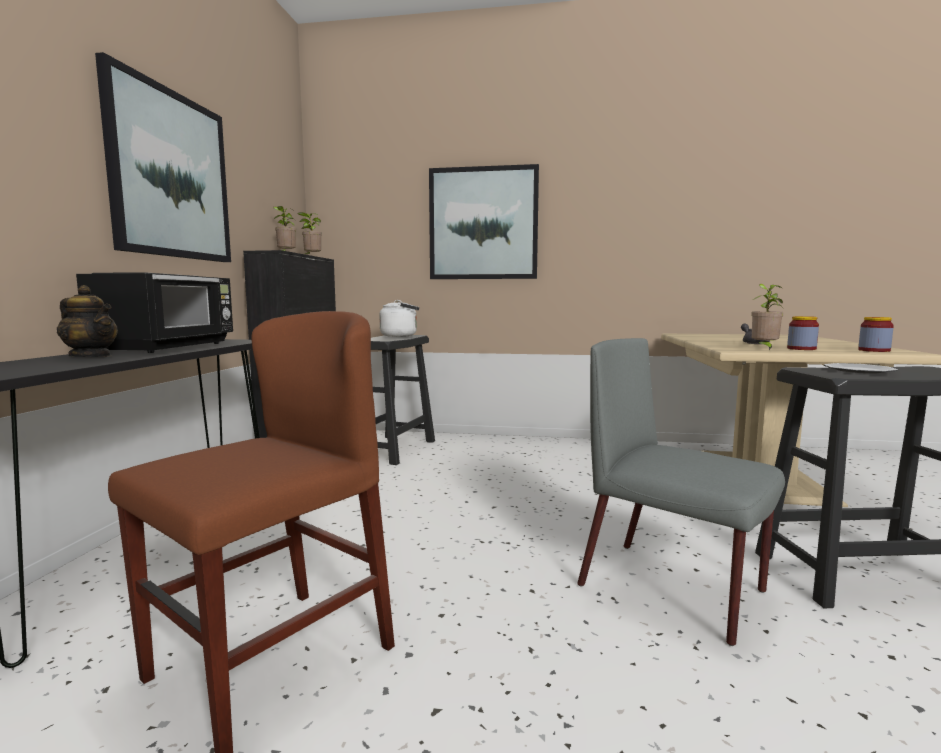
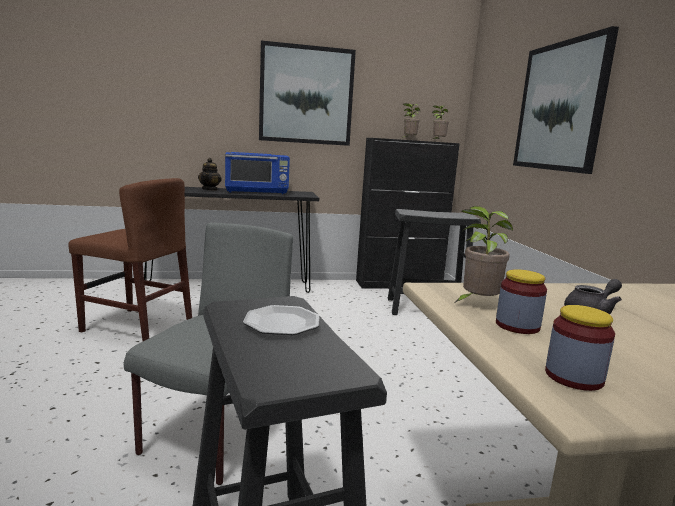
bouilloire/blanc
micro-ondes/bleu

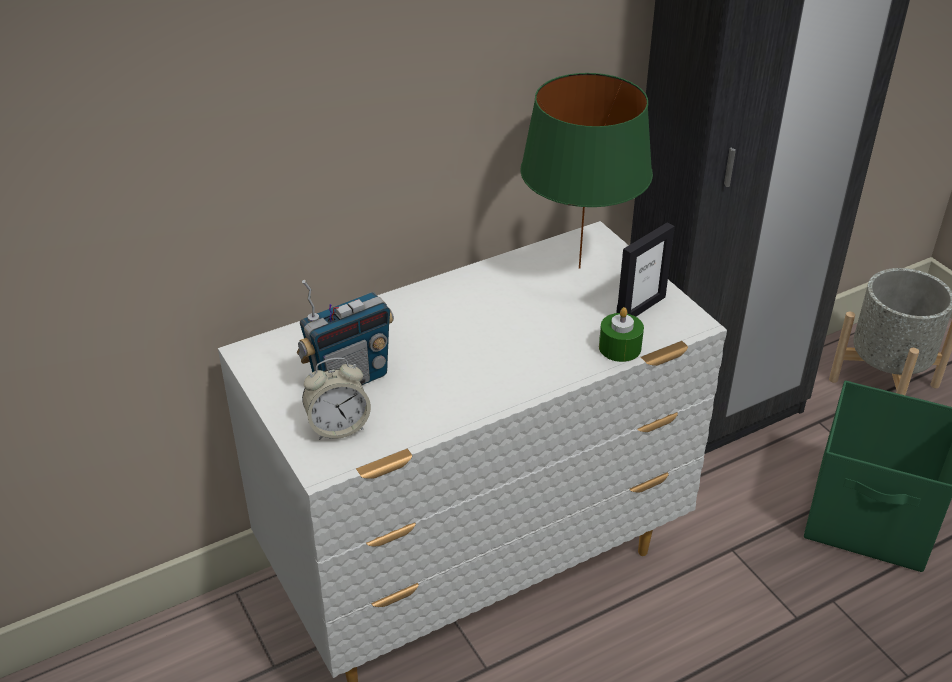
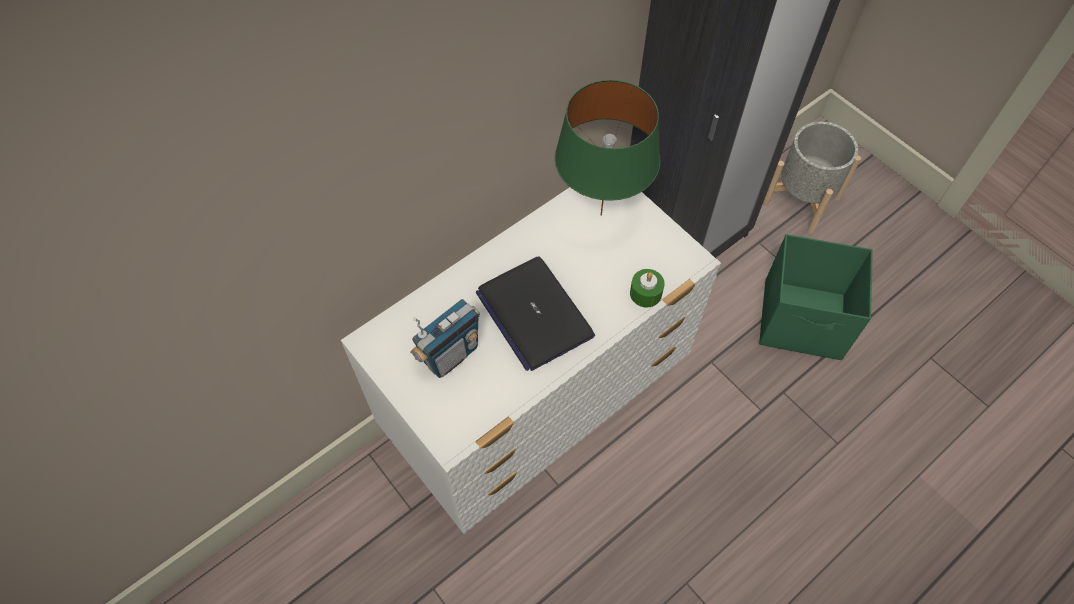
réveil
cadre photo
ordinateur portable

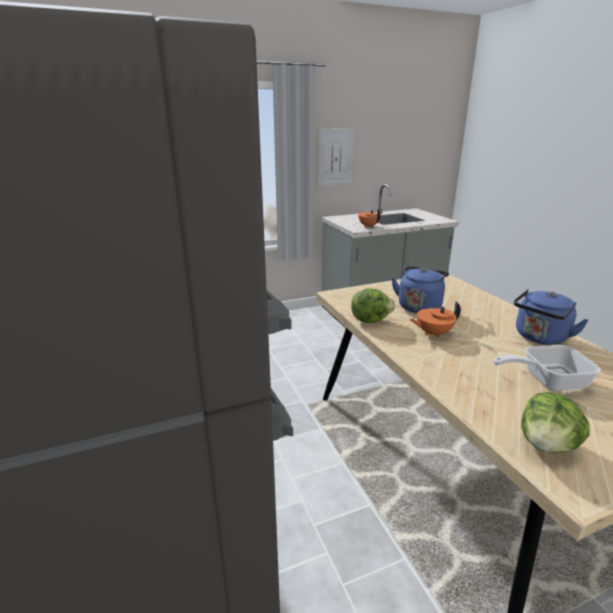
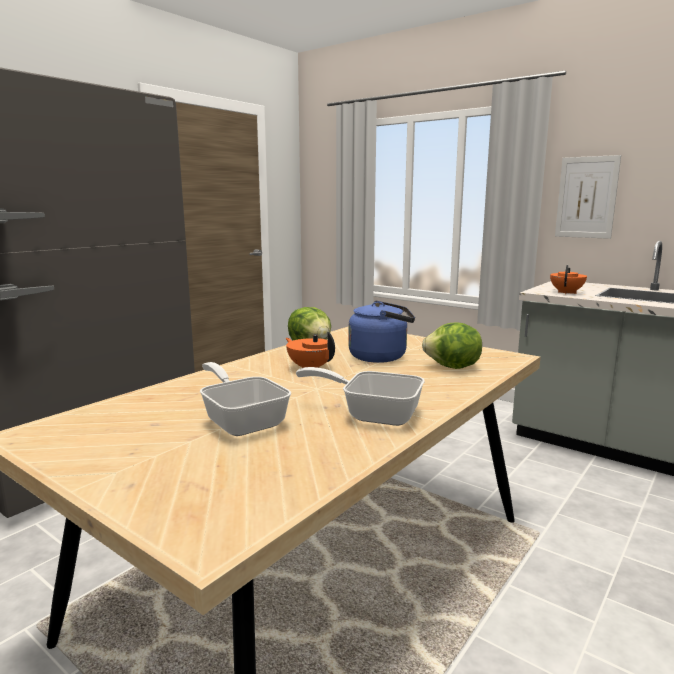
laitue (2nd from left)
poêle (2nd from left)

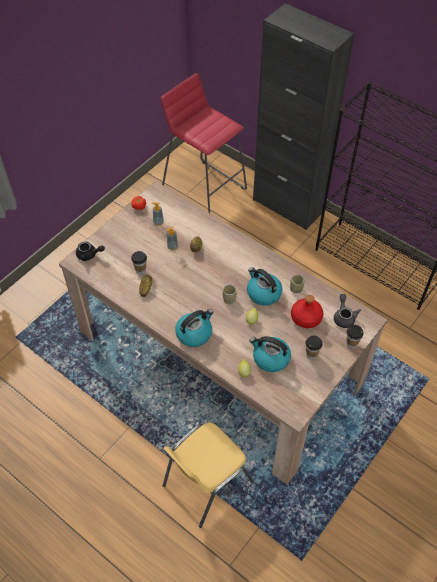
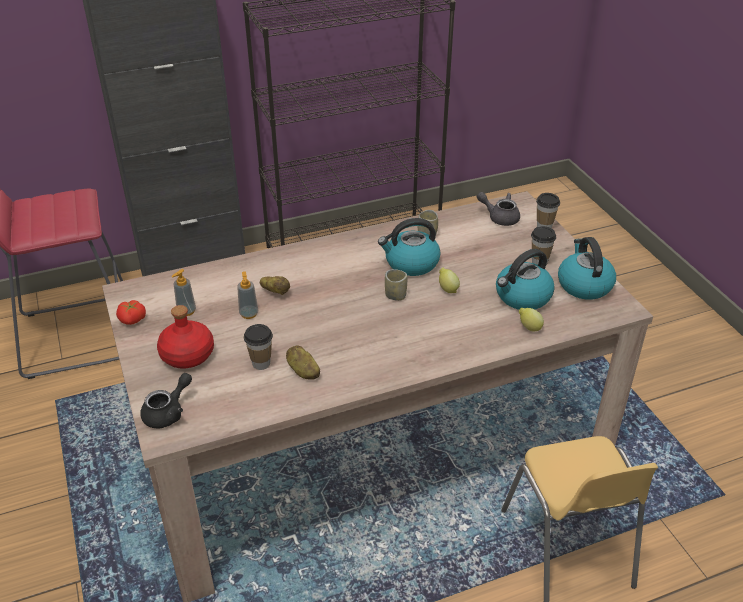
bouilloire (3rd from left)
bouteille/rouge

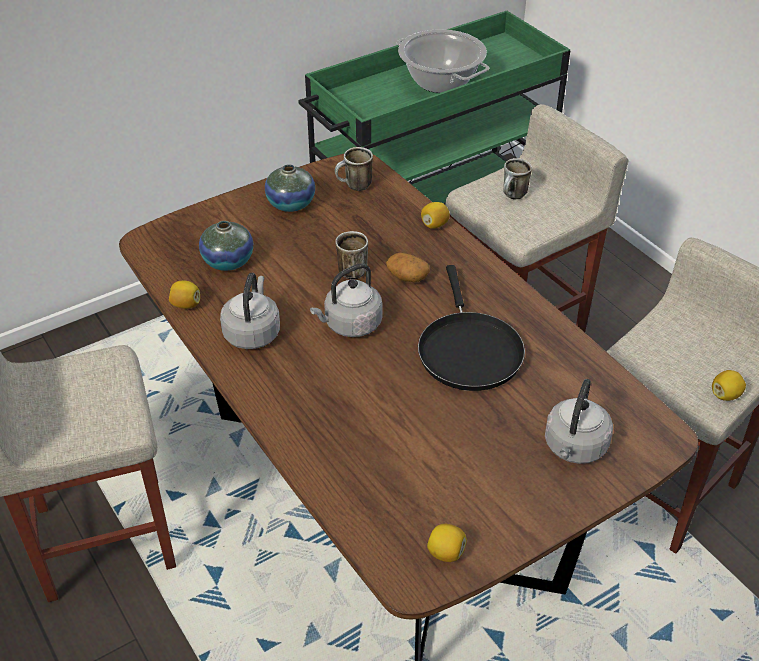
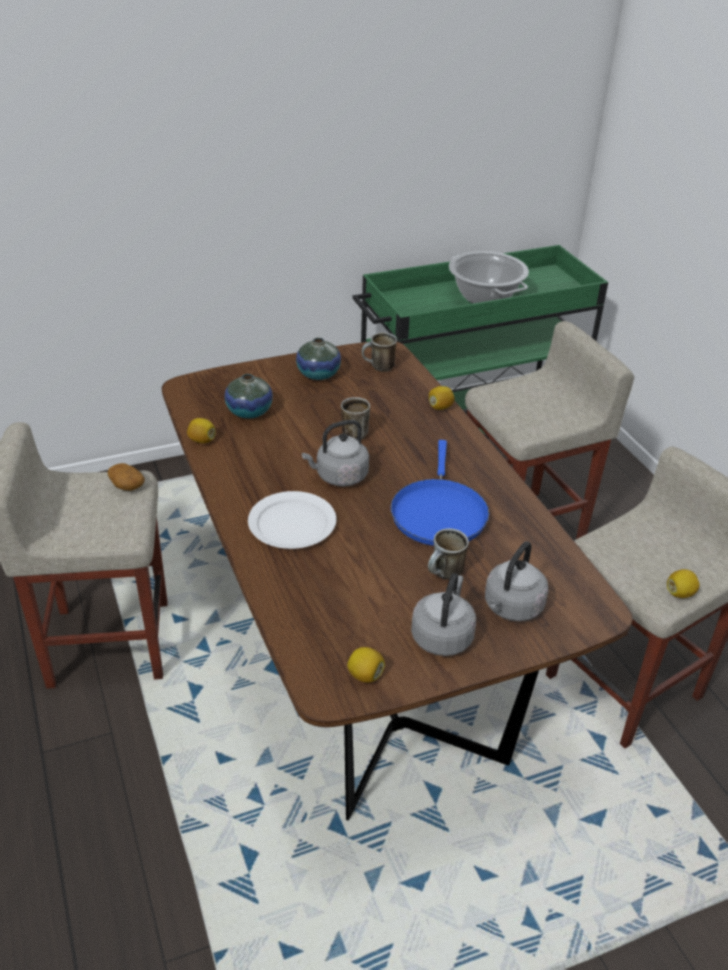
assiette/blanc
bouilloire/gris (2nd from left)
pomme de terre
mug (3rd from left)
poêle/bleu

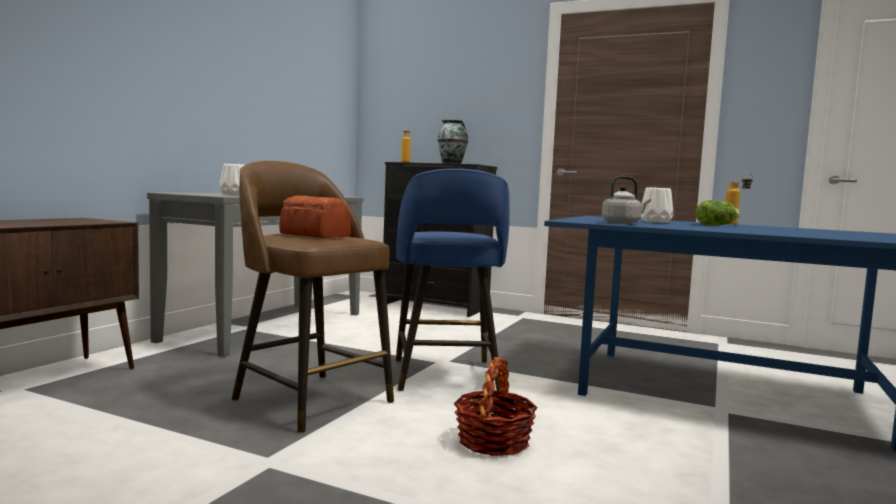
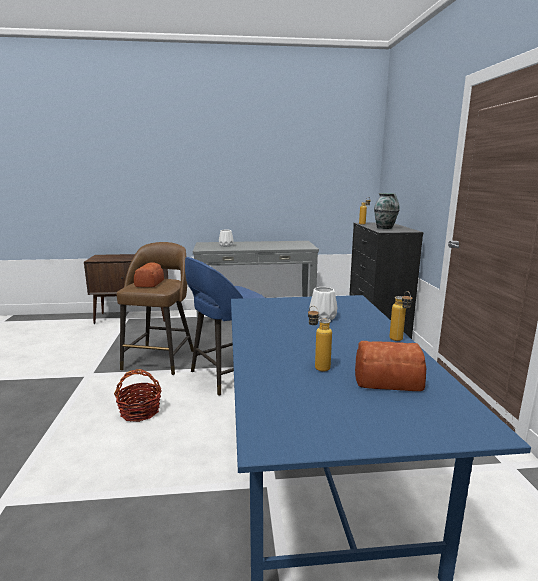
bouilloire/gris
laitue
bouteille (1st from left)
pain (2nd from left)

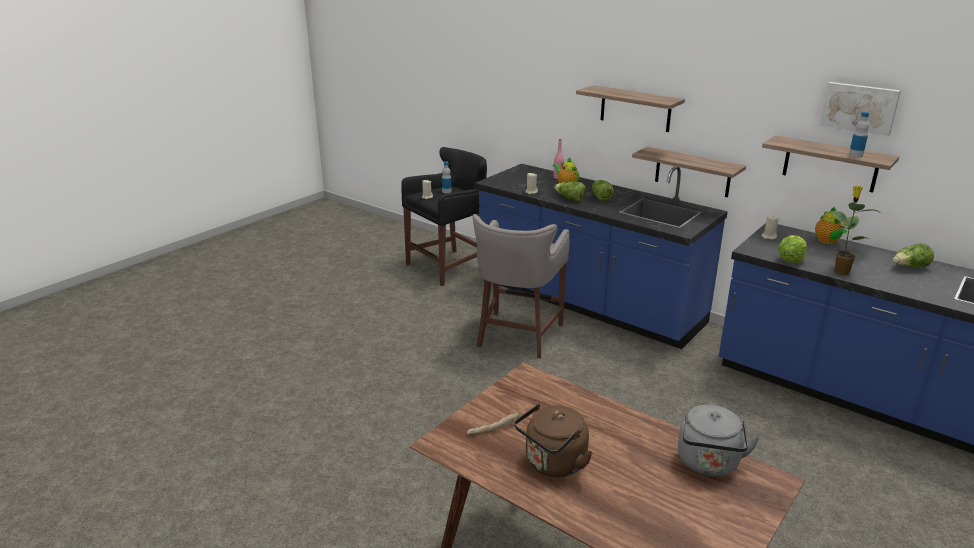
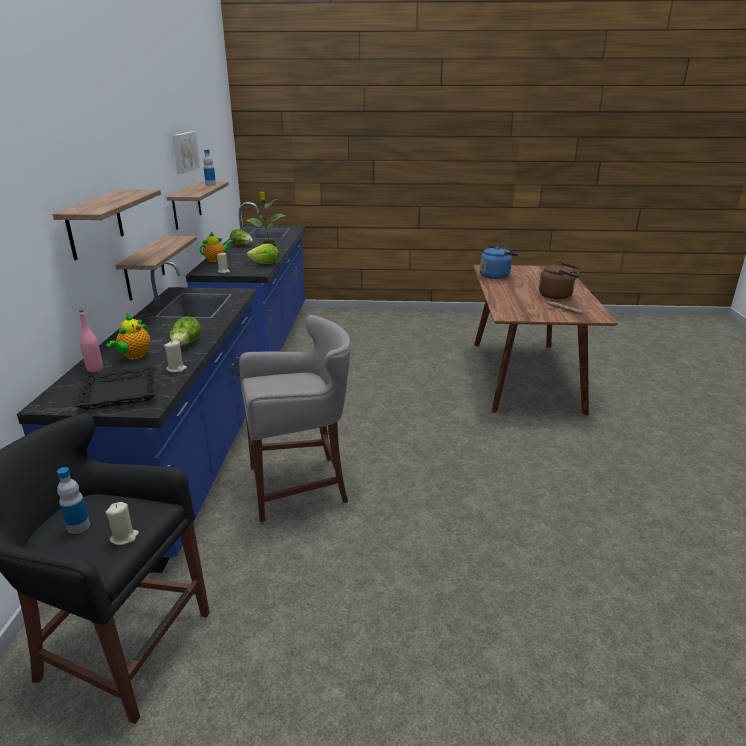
laitue (2nd from left in the first image)
plateau/noir
bouilloire/bleu

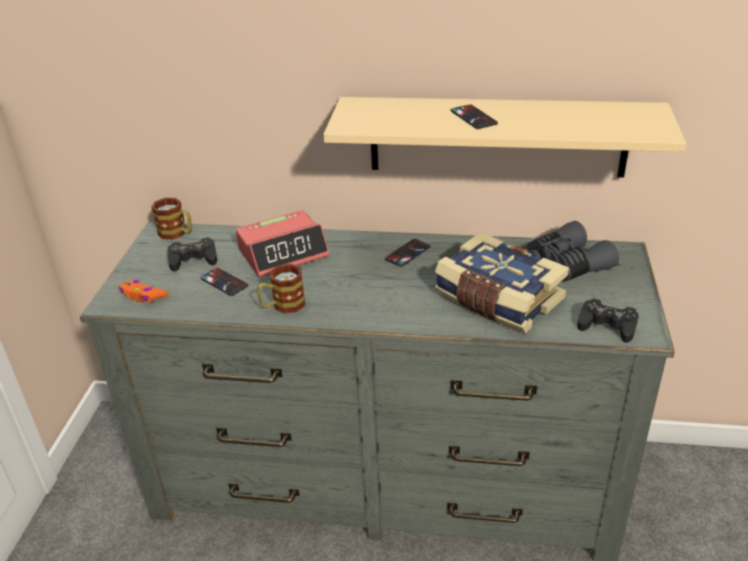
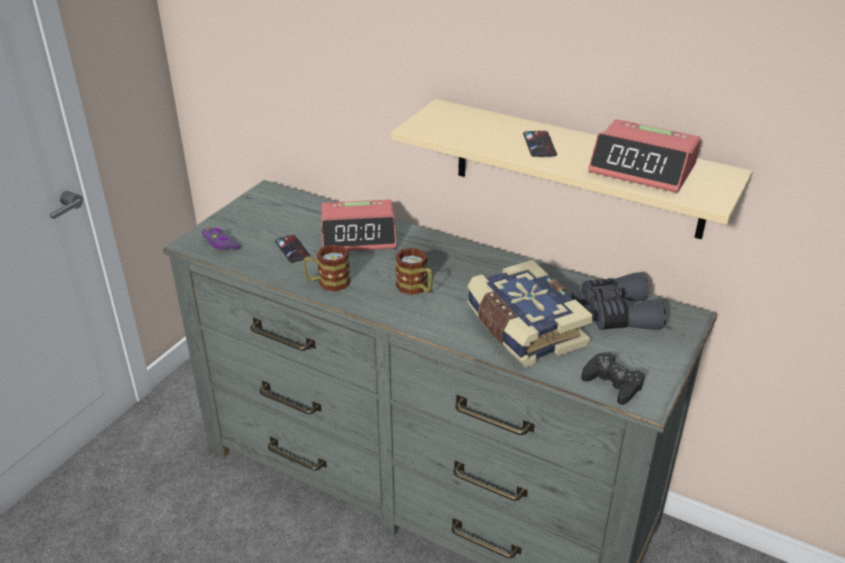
manette/noir (1st from left in the first image)
téléphone (2nd from left in the first image)
réveil (2nd from left)
mug (2nd from left)
manette/violet

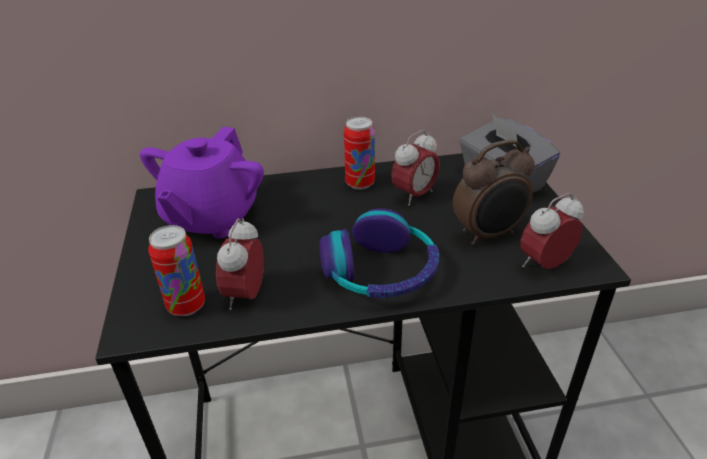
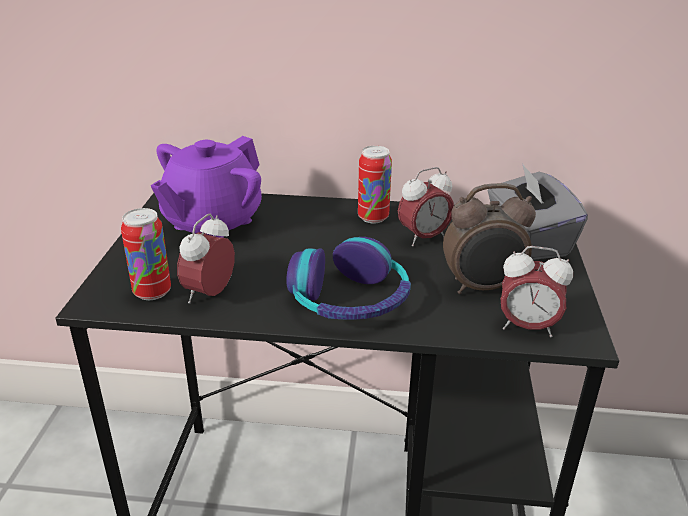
réveil (4th from left)

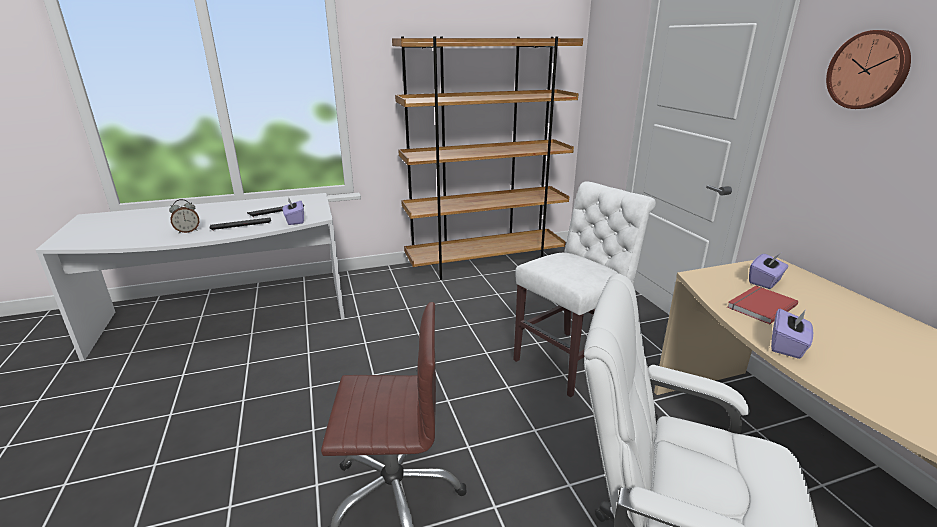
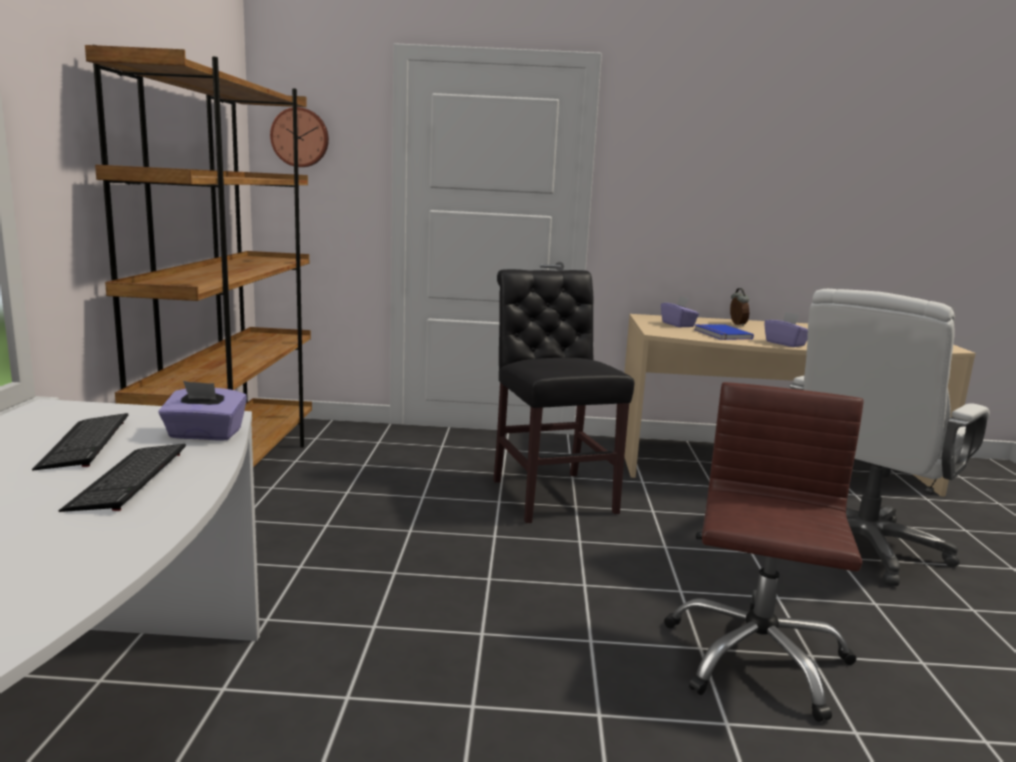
réveil
horloge murale
chaise/noir
livre/bleu

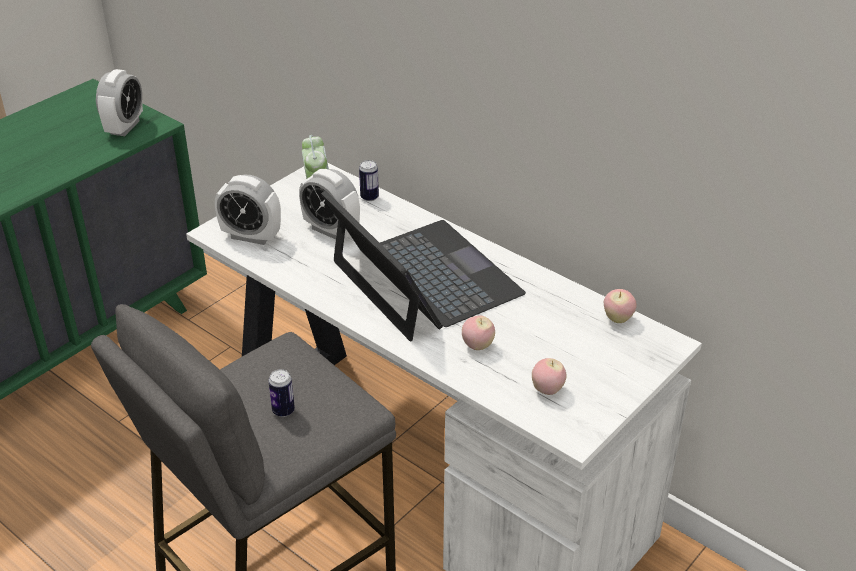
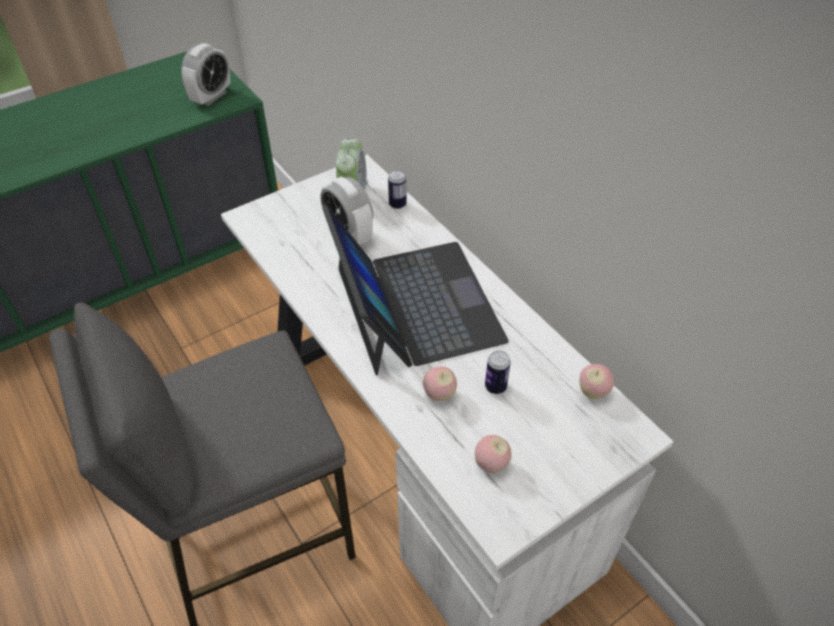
réveil (2nd from left in the first image)
boîte métallique (2nd from left)

